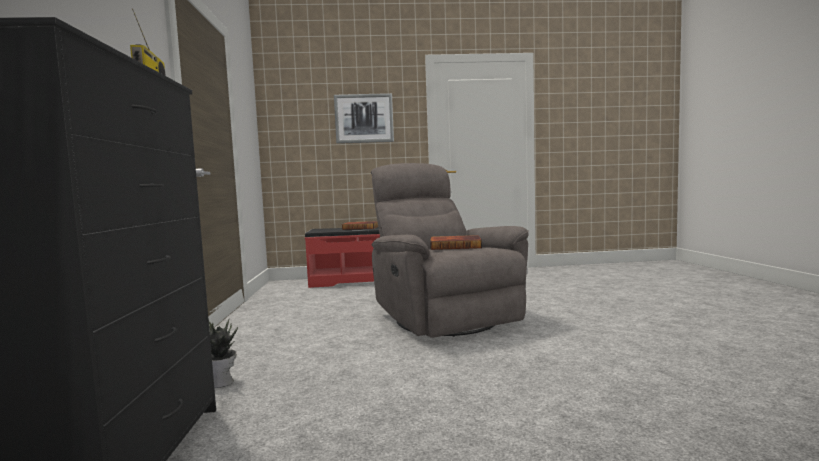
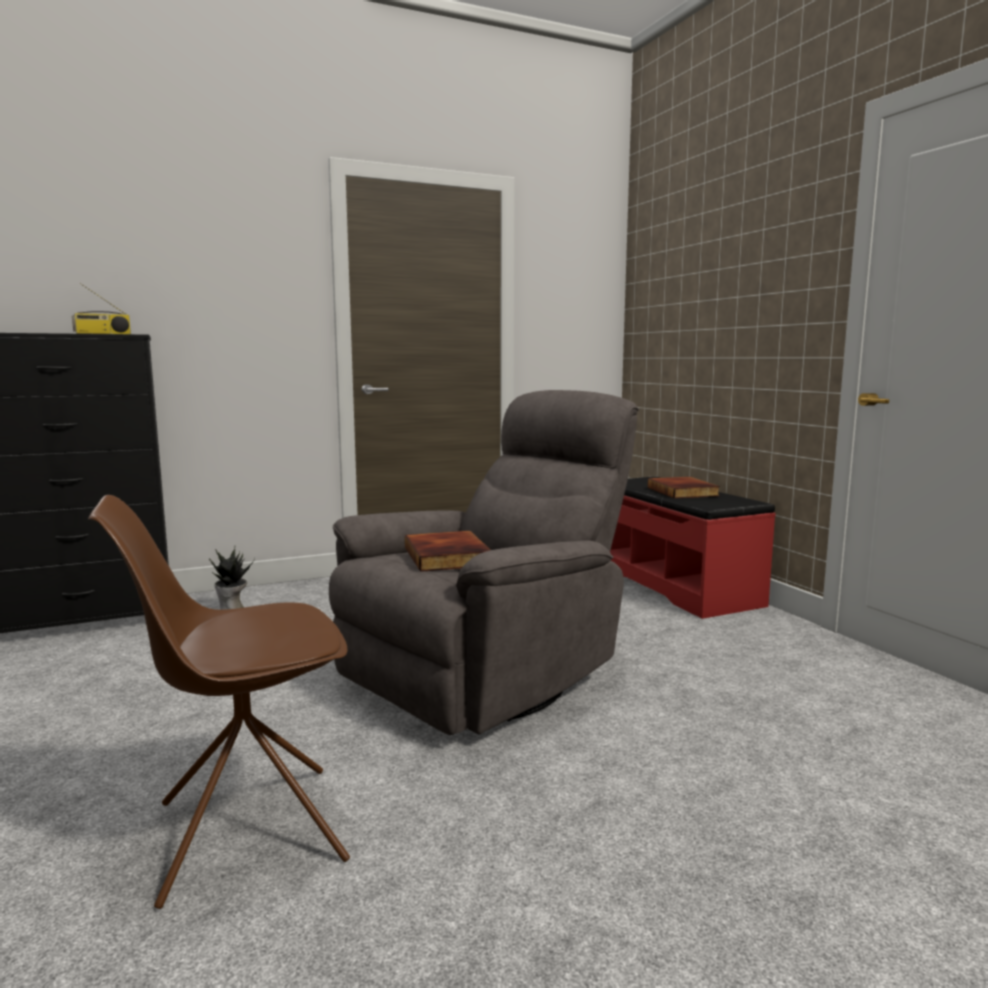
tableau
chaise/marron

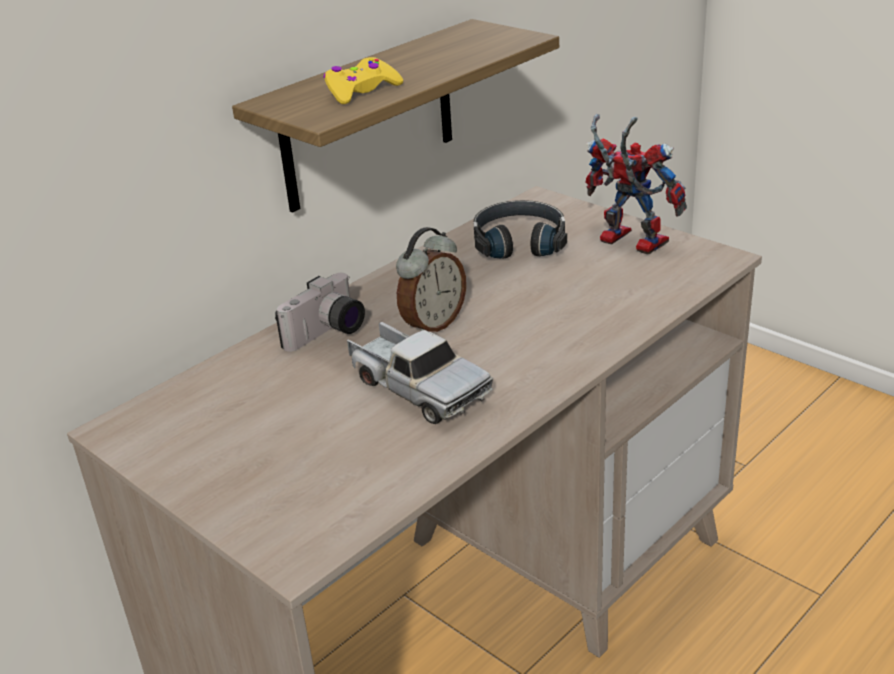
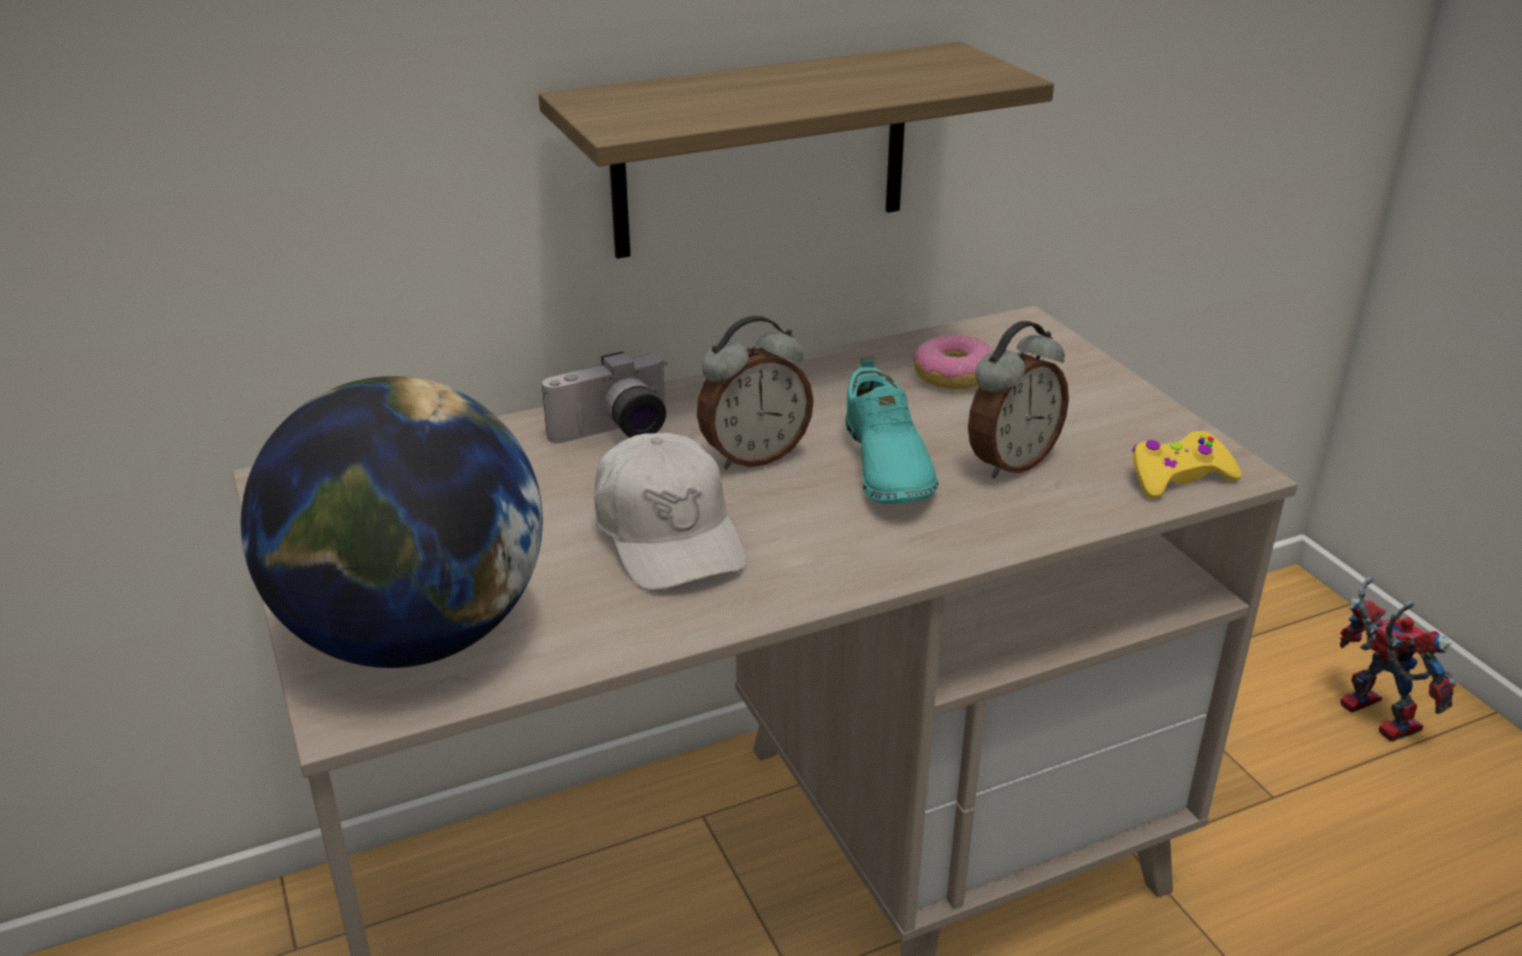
globe
chaussure/turquoise
réveil (2nd from left)
manette/jaune
robot jouet
casquette/blanc
beignet

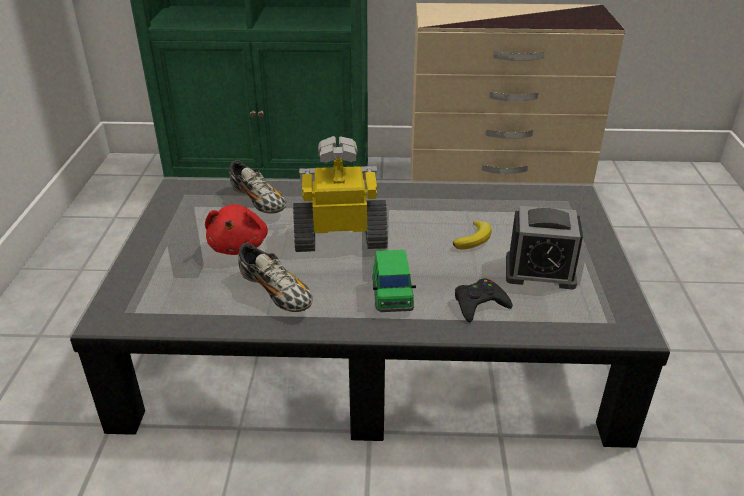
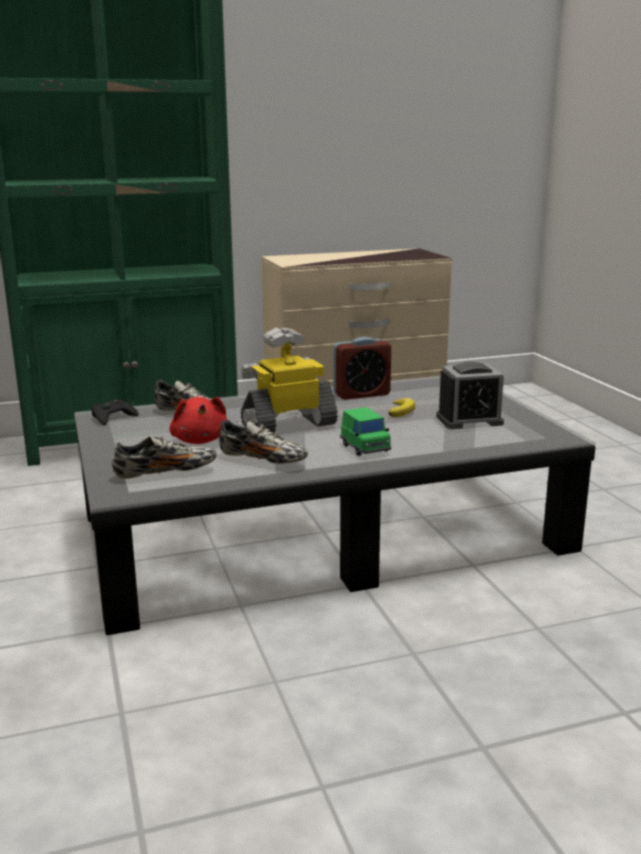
chaussure (1st from left)
réveil (1st from left)
manette/noir

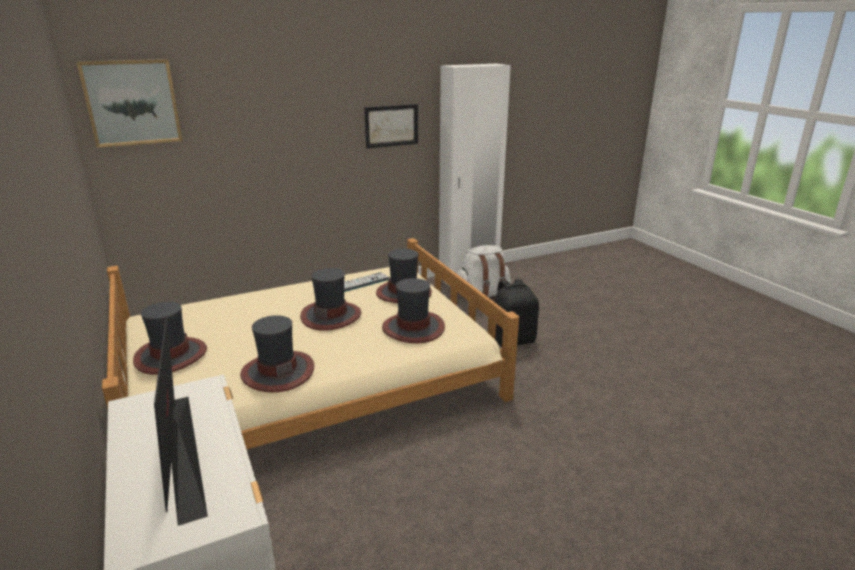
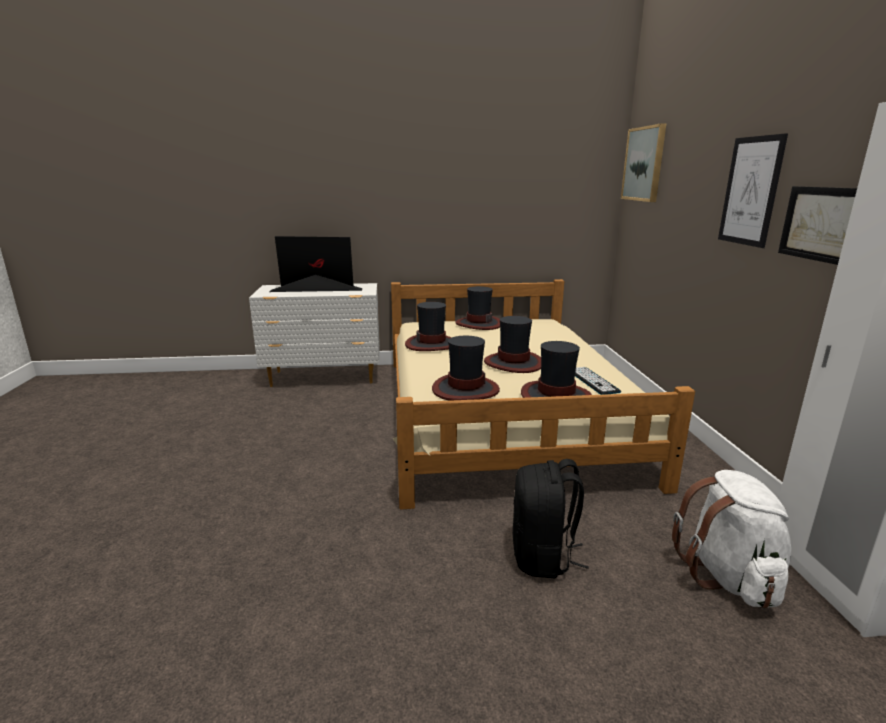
tableau (2nd from left)

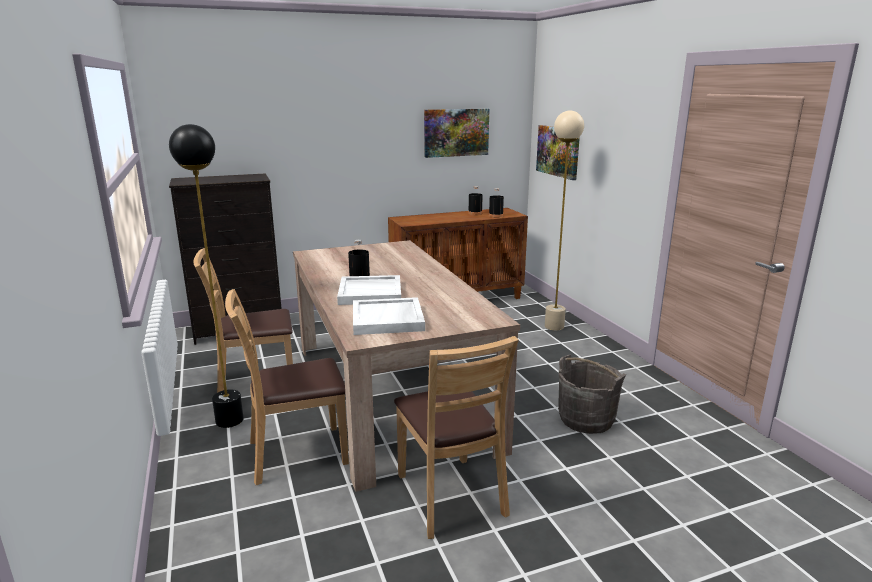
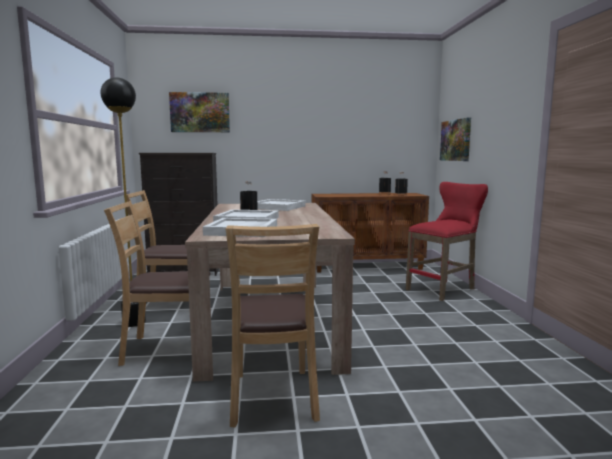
seau/gris
plateau/blanc (3rd from left)
tableau (1st from left)
tabouret/rouge

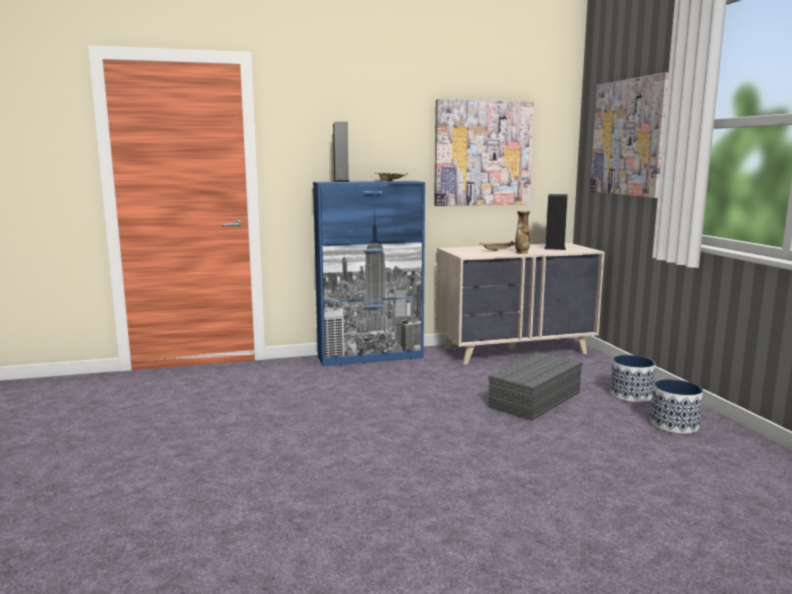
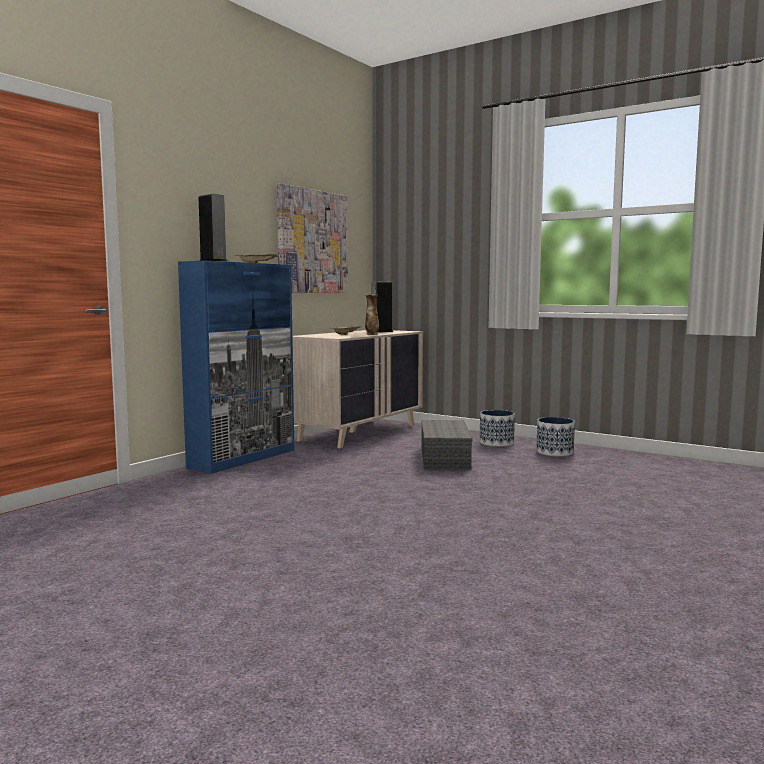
tableau (2nd from left in the first image)

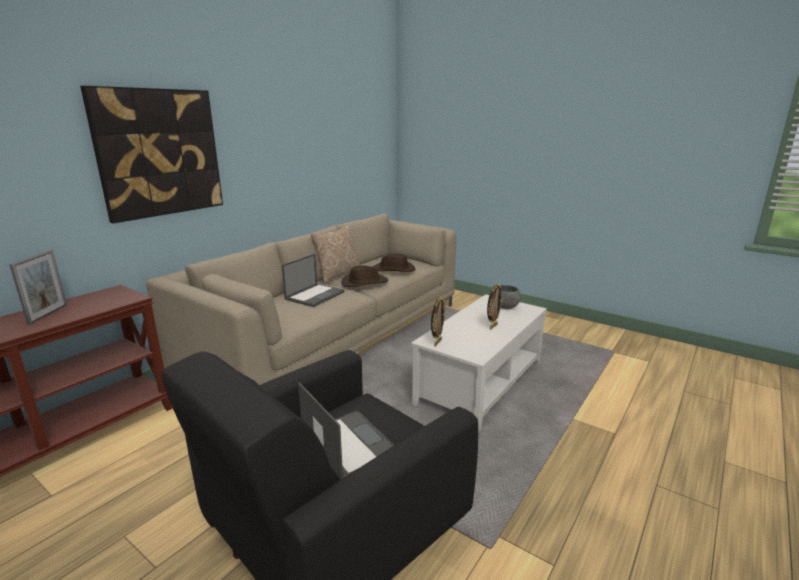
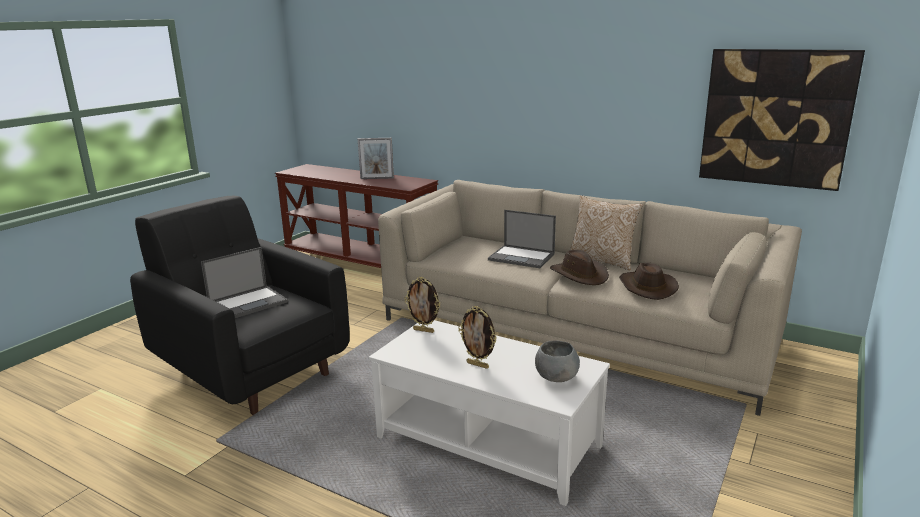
tableau

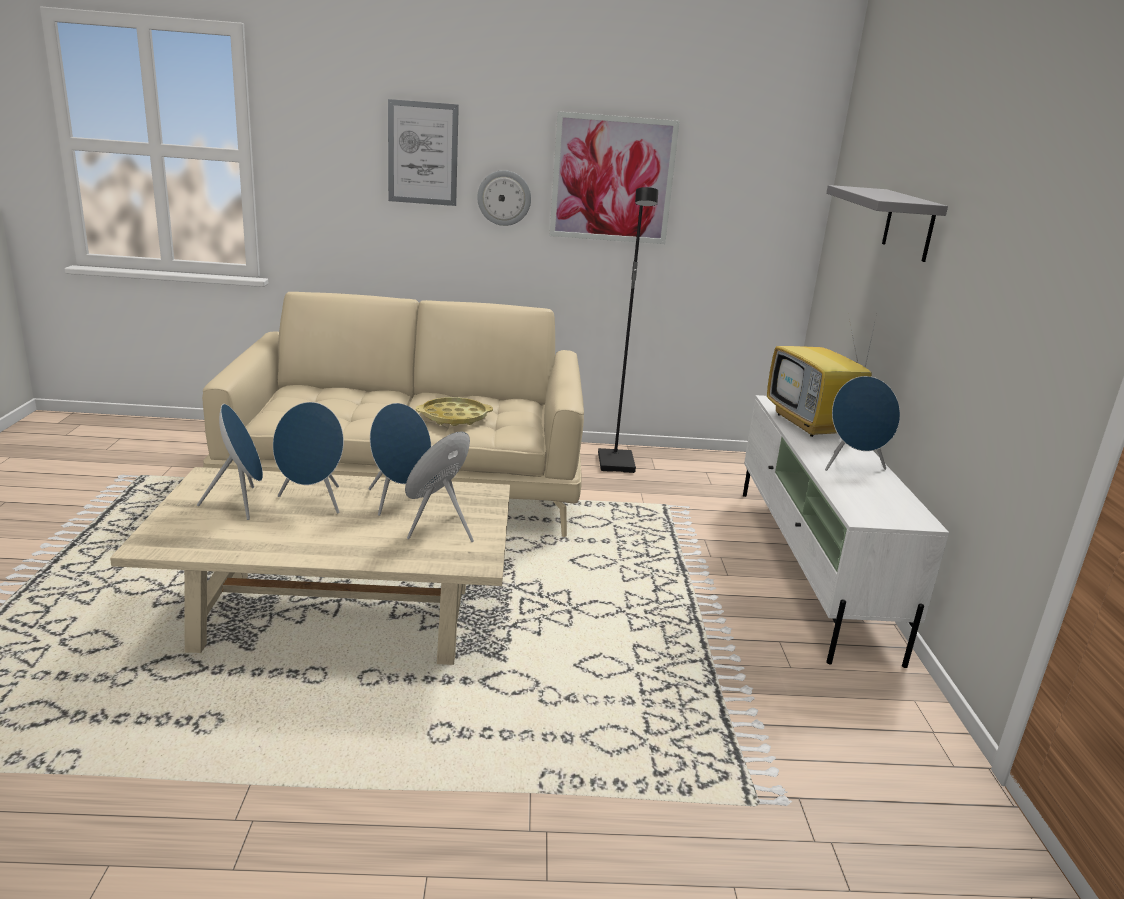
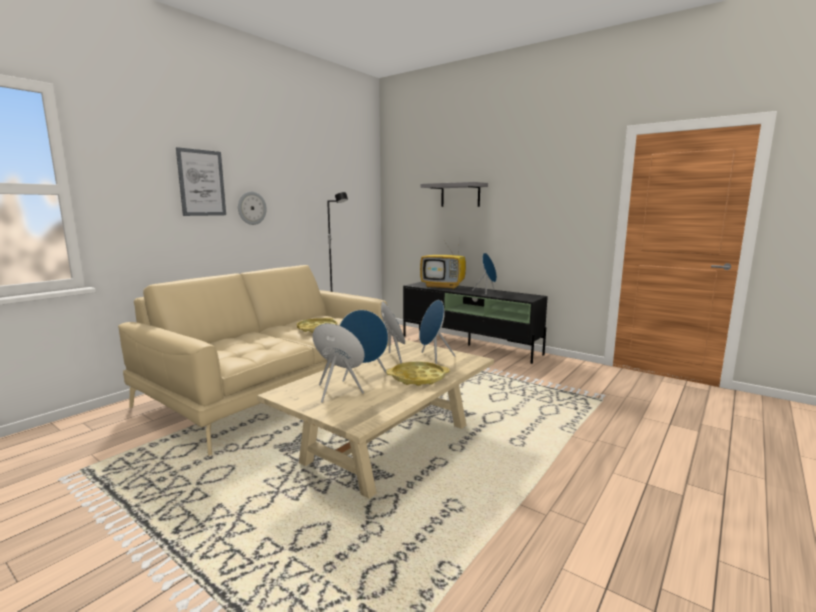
tableau (2nd from left in the first image)
plateau/jaune (2nd from left)
meuble télé/noir

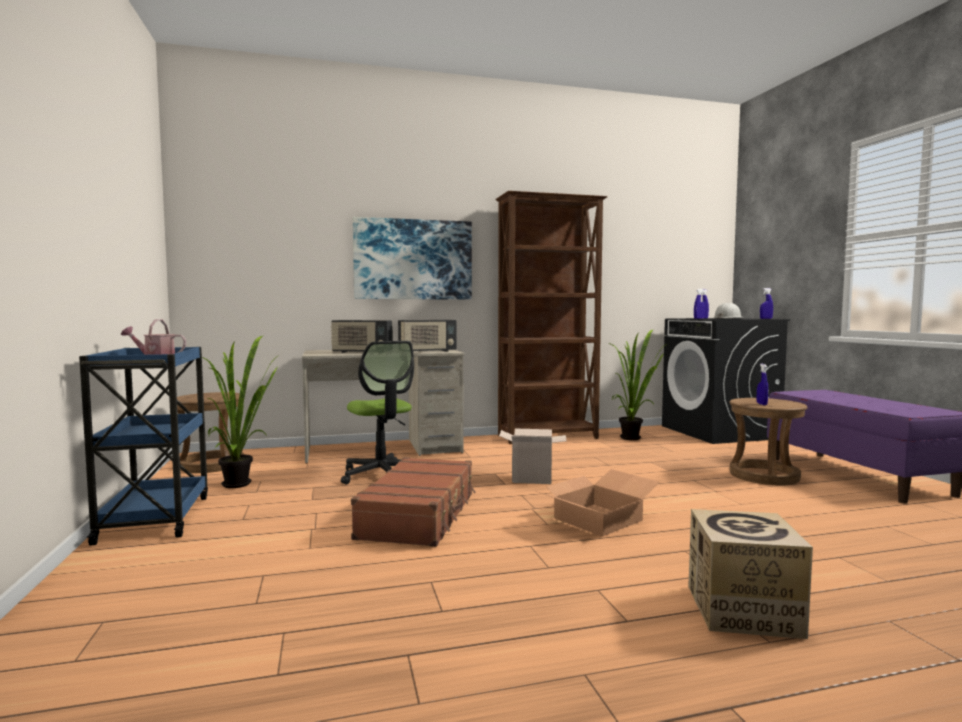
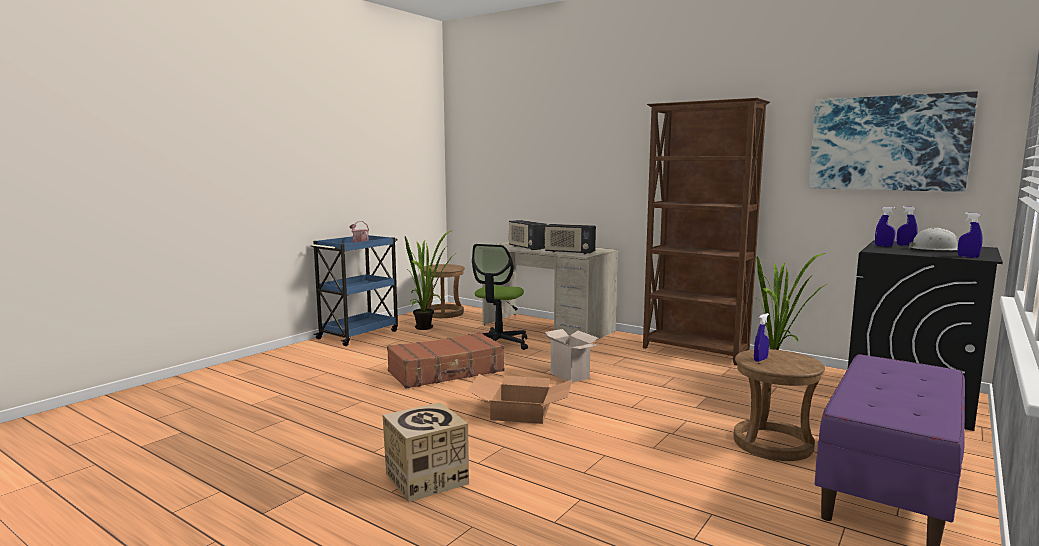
tableau

